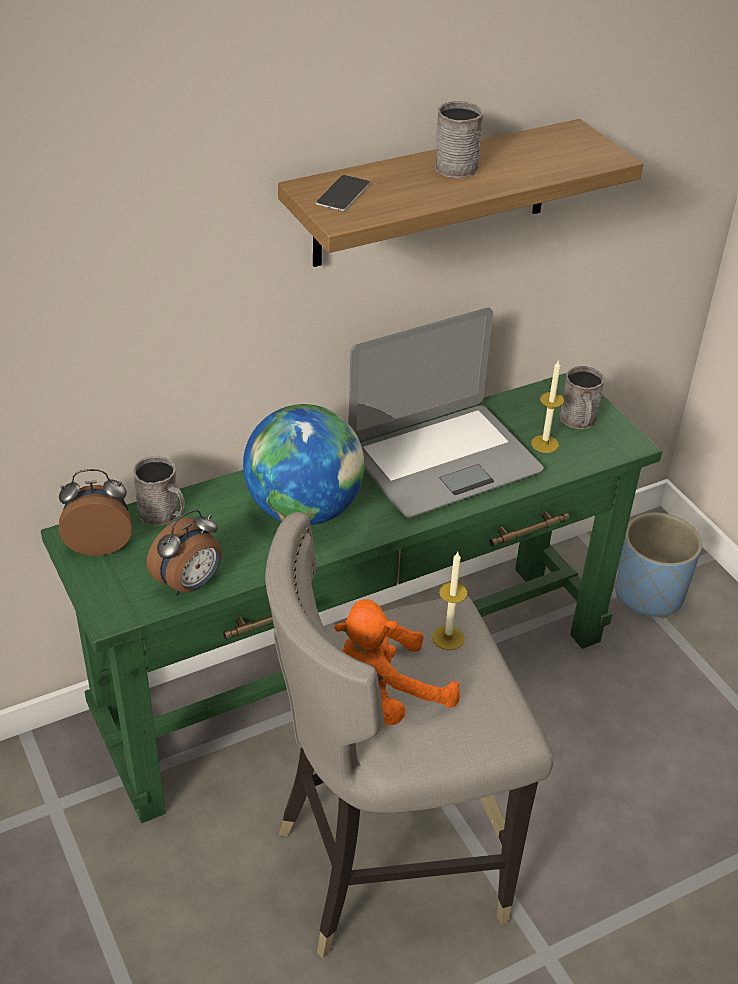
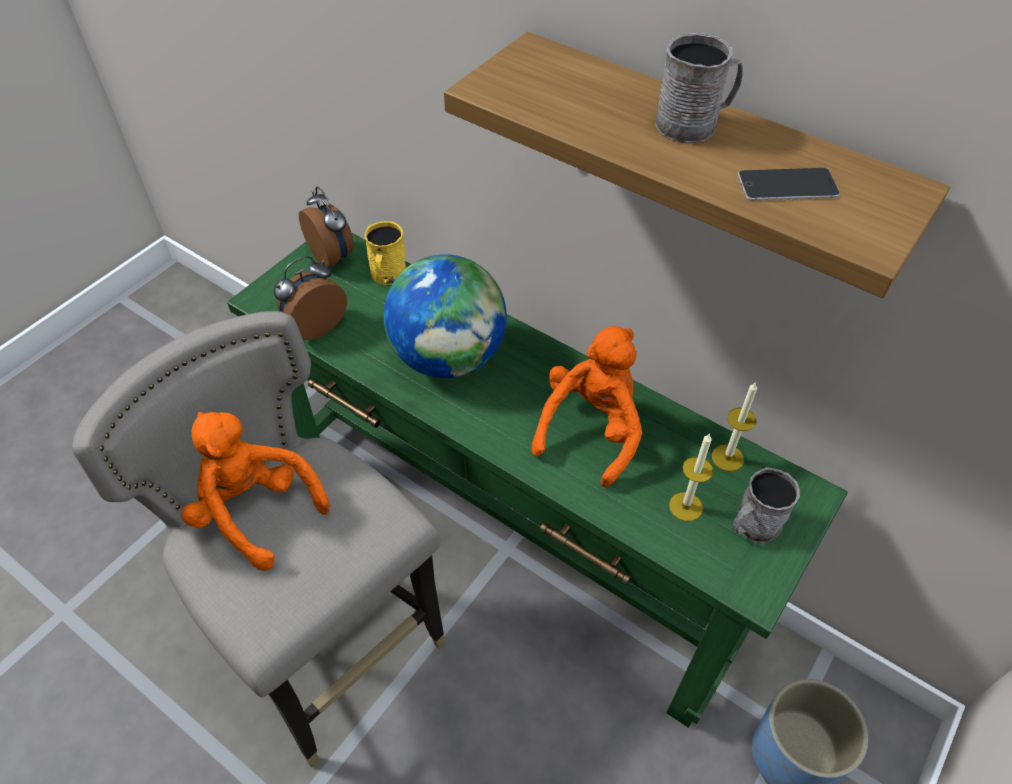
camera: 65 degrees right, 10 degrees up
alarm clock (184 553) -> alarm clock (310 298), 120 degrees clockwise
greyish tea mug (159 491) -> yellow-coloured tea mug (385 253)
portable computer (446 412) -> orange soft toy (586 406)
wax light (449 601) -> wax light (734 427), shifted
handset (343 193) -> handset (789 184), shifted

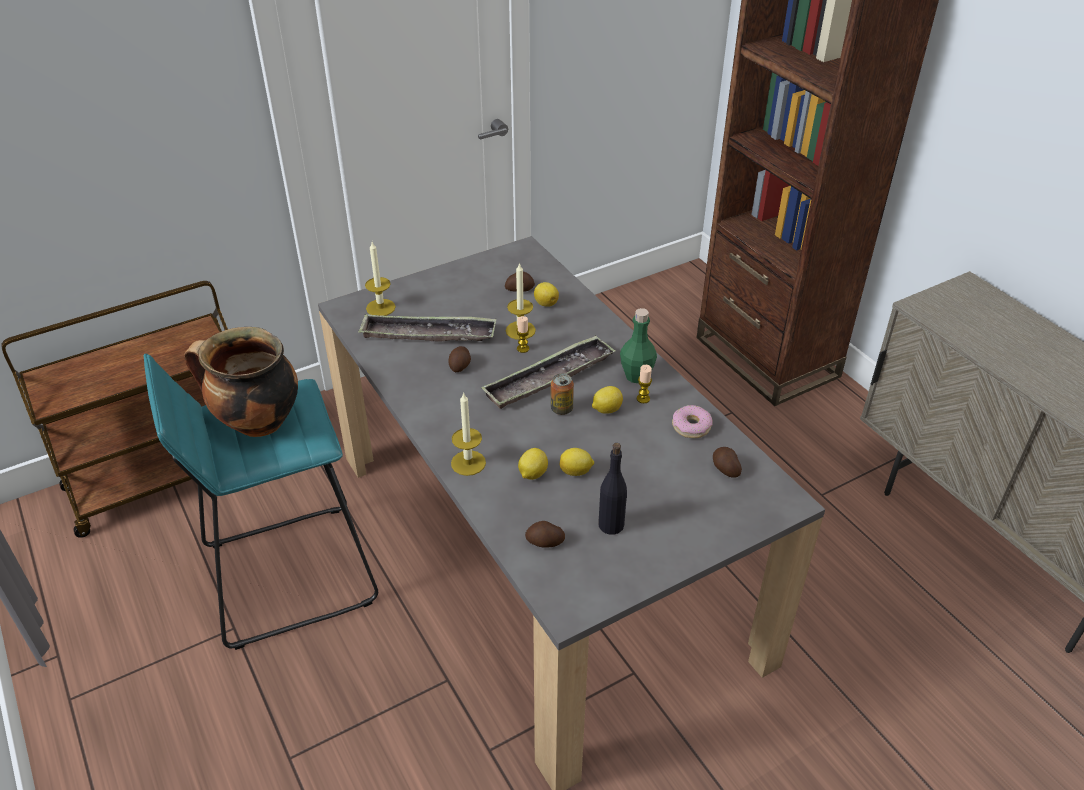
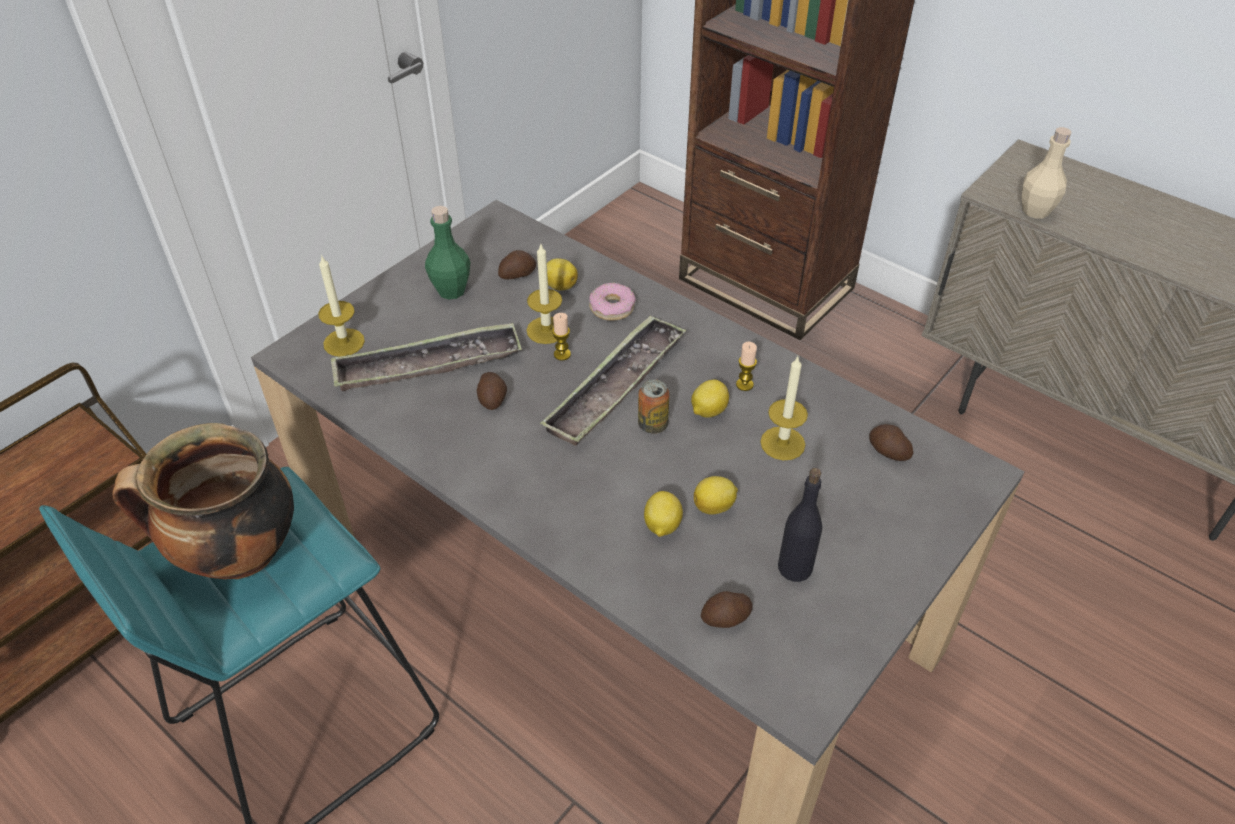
camera: 20 degrees left, 5 degrees up
greenish bottle (638 345) -> greenish bottle (447 253), shifted
doughnut (692 421) -> doughnut (612 302), shifted
wax light (468 434) -> wax light (784 408), shifted
none -> beige-coloured bottle (1047 173)

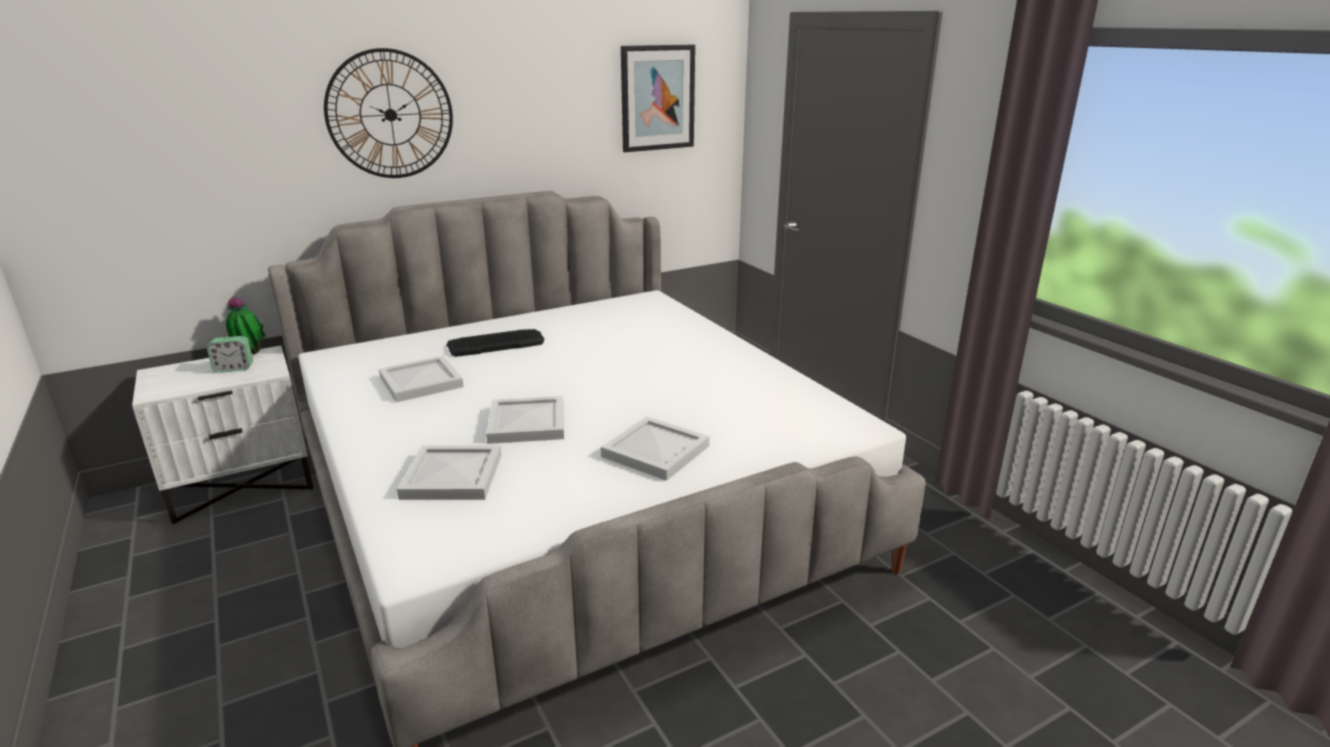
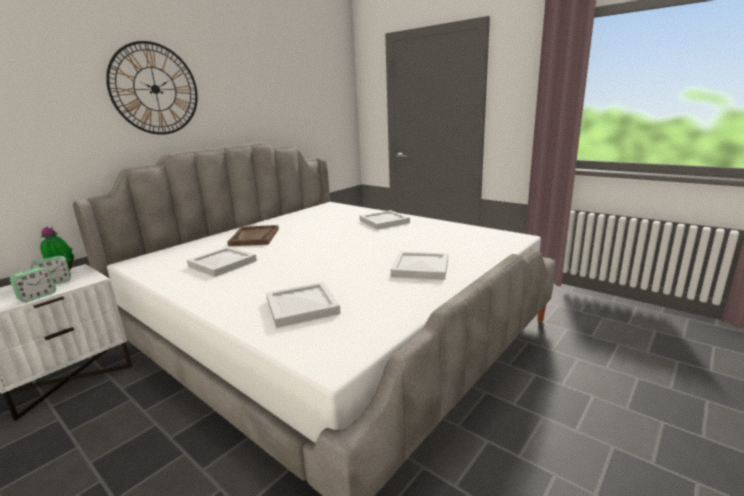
camera: 20 degrees left, 5 degrees down
none -> alarm clock (33 284)
keyboard (495 343) -> brownish carrying tray (253 235)
white-coloured carrying tray (525 420) -> white-coloured carrying tray (384 219), shifted
wall art (658 98) -> none

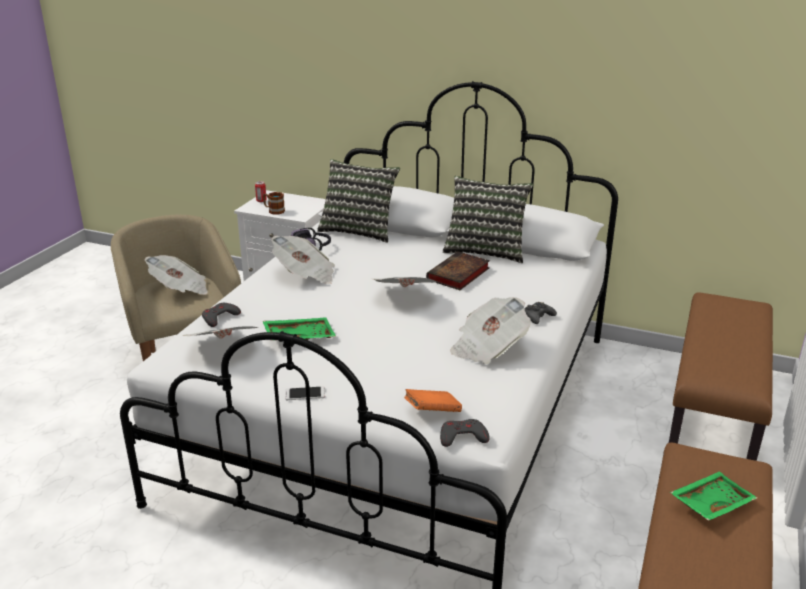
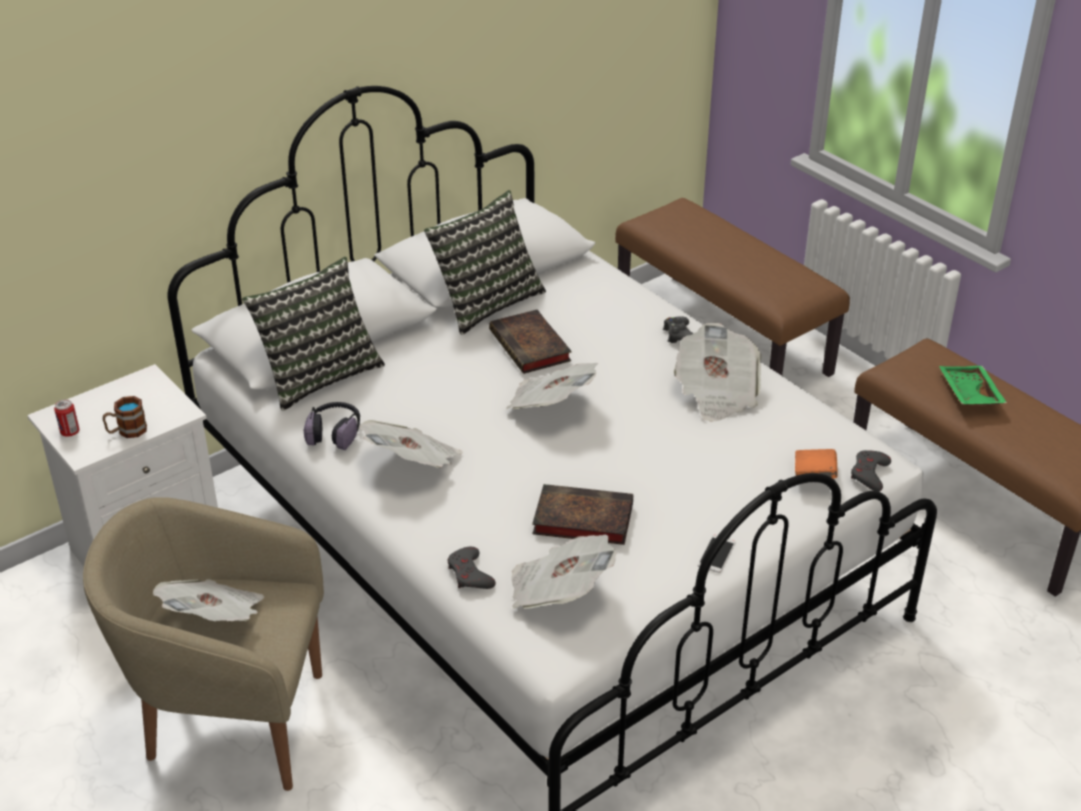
camera: 60 degrees left, 10 degrees up
greenish carrying tray (299 328) -> volume (582 514)

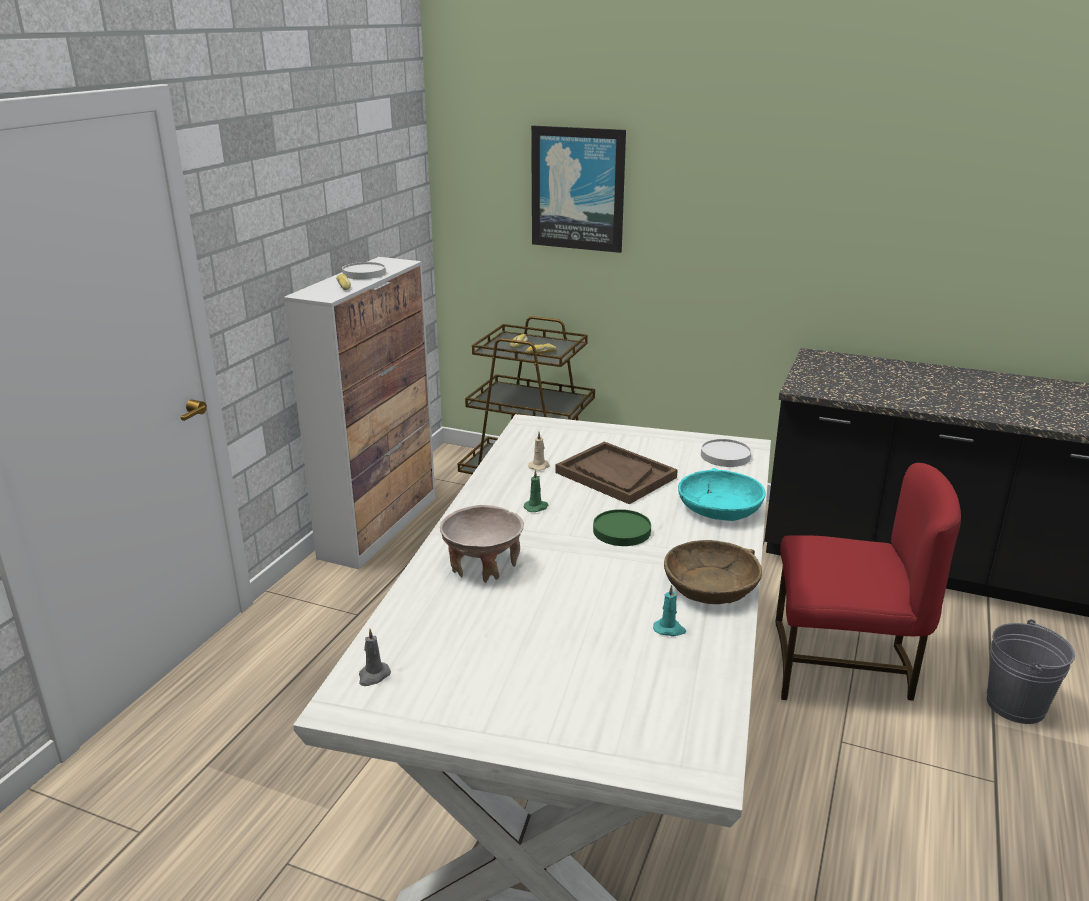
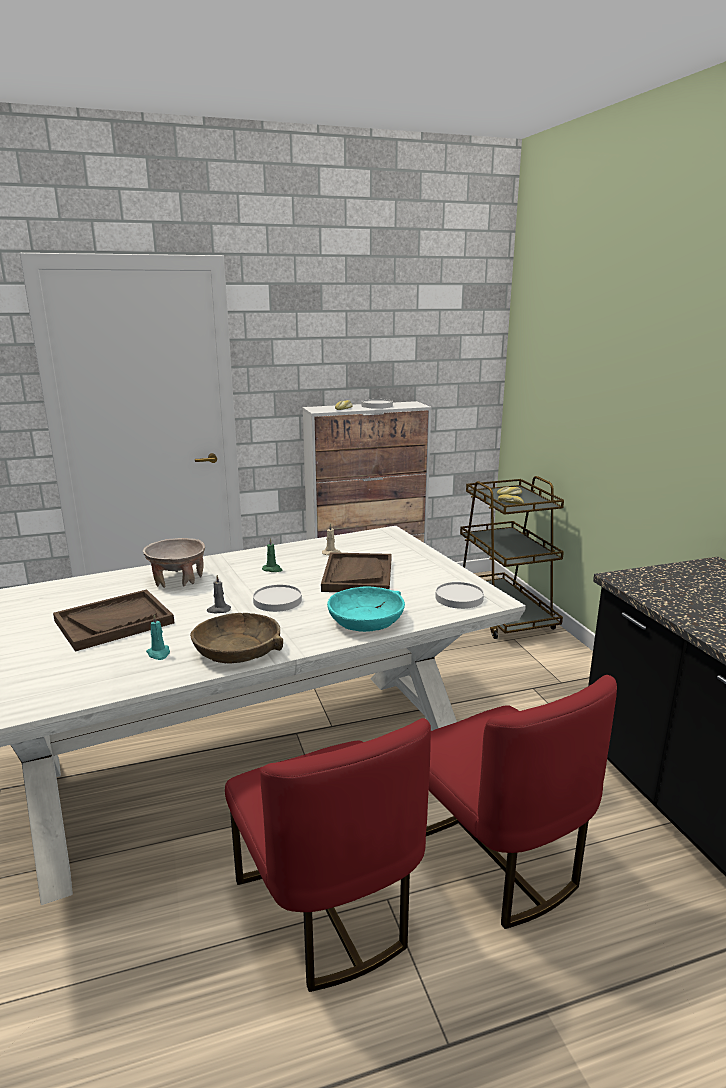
camera: 50 degrees right, 5 degrees down
none -> brownish carrying tray (113 620)
greyish wax light (375 657) -> greyish wax light (219 594), shifted
none -> red upright chair (328 855)
greenish flat dish (622 527) -> white-coloured flat dish (277 598)
wall art (578 189) -> none
greyish pail (1031 671) -> none

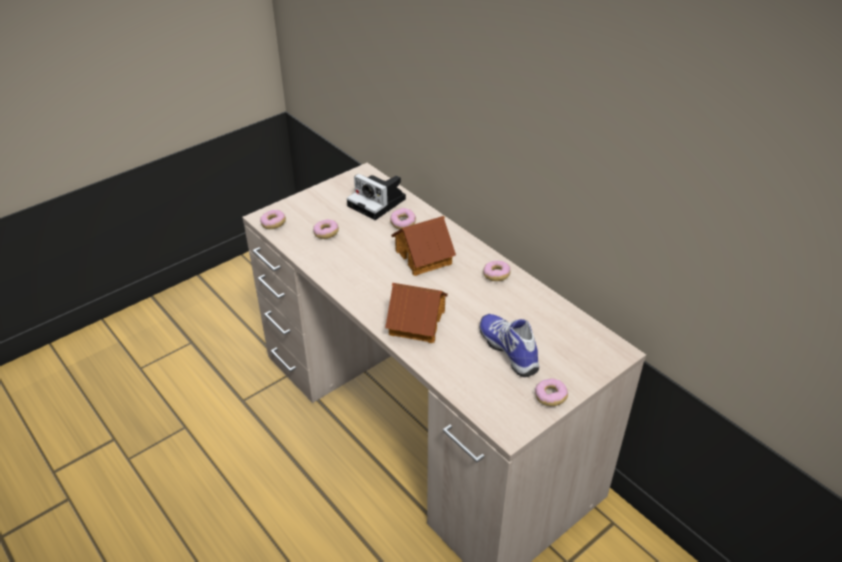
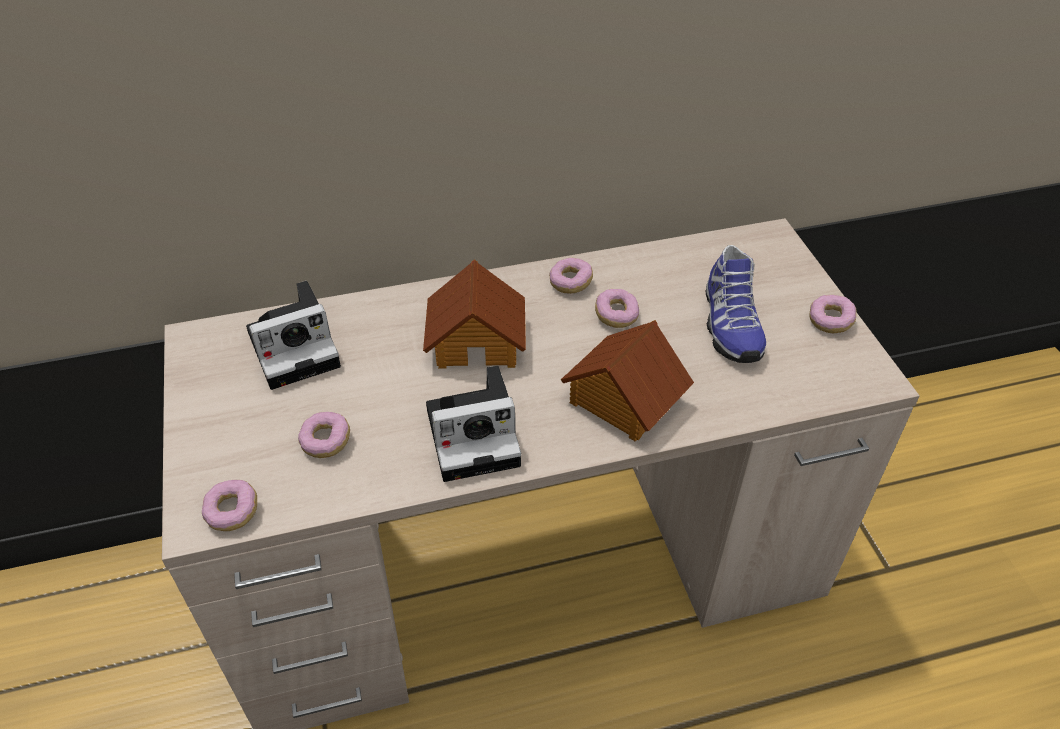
camera: 65 degrees left, 5 degrees up
none -> still camera (473 424)
doughnut (403 218) -> doughnut (617 308), shifted
low shoe (509 345) -> low shoe (736 304), 90 degrees counterclockwise

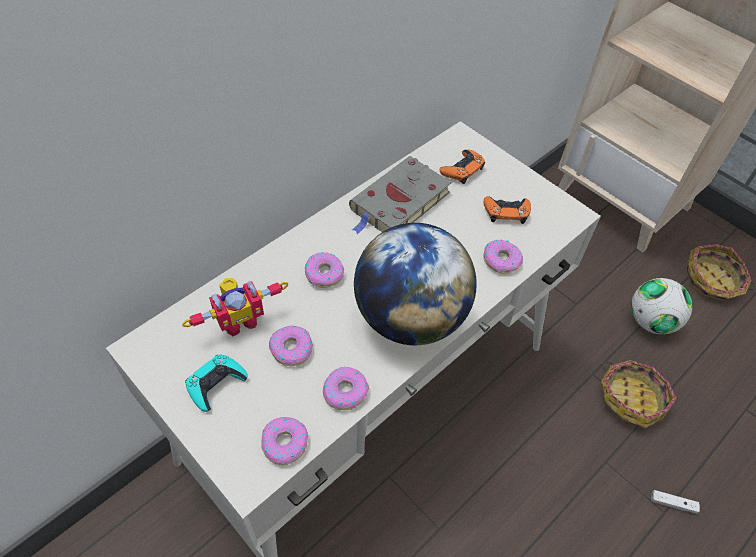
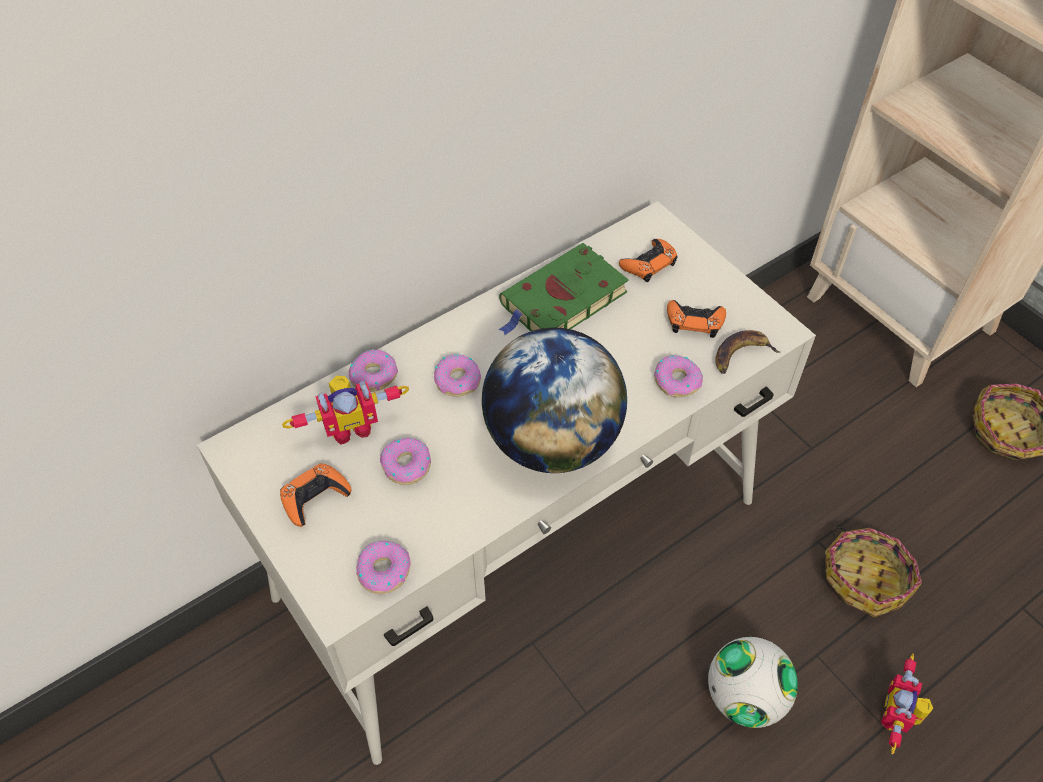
camera: 10 degrees right, 0 degrees up
turquoise-coloured game controller (216 383) -> orange game controller (315 495)
doughnut (346 388) -> doughnut (373 371), shifted
greyish volume (400 195) -> greenish volume (564 289)
ball for football (662 306) -> ball for football (753 682), shifted
none -> whole banana (747 352)
white-coloured game controller (675 502) -> toy robot (907 703)

